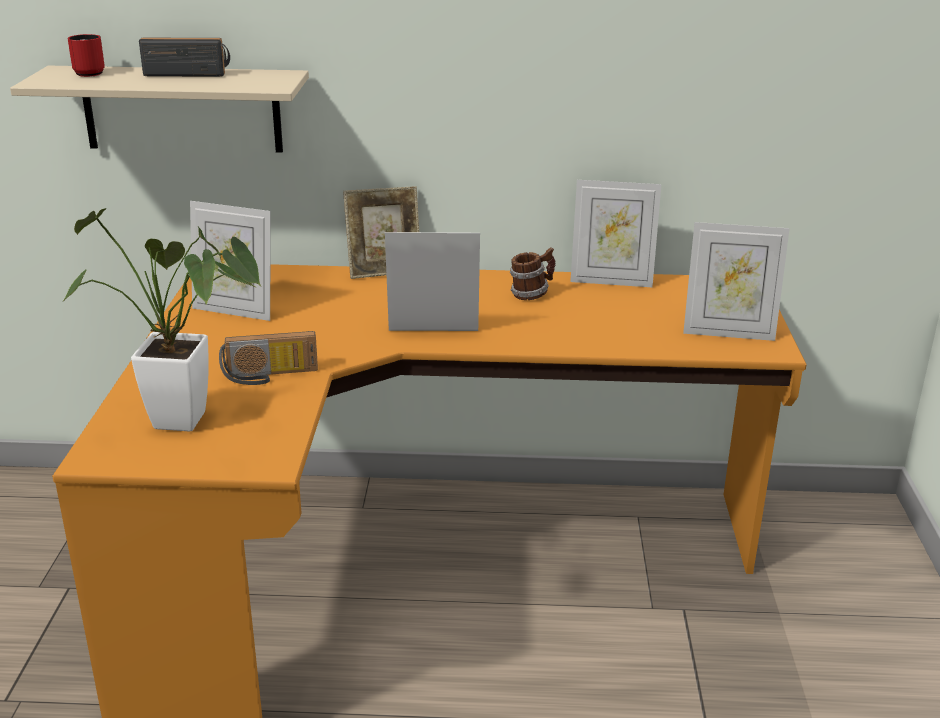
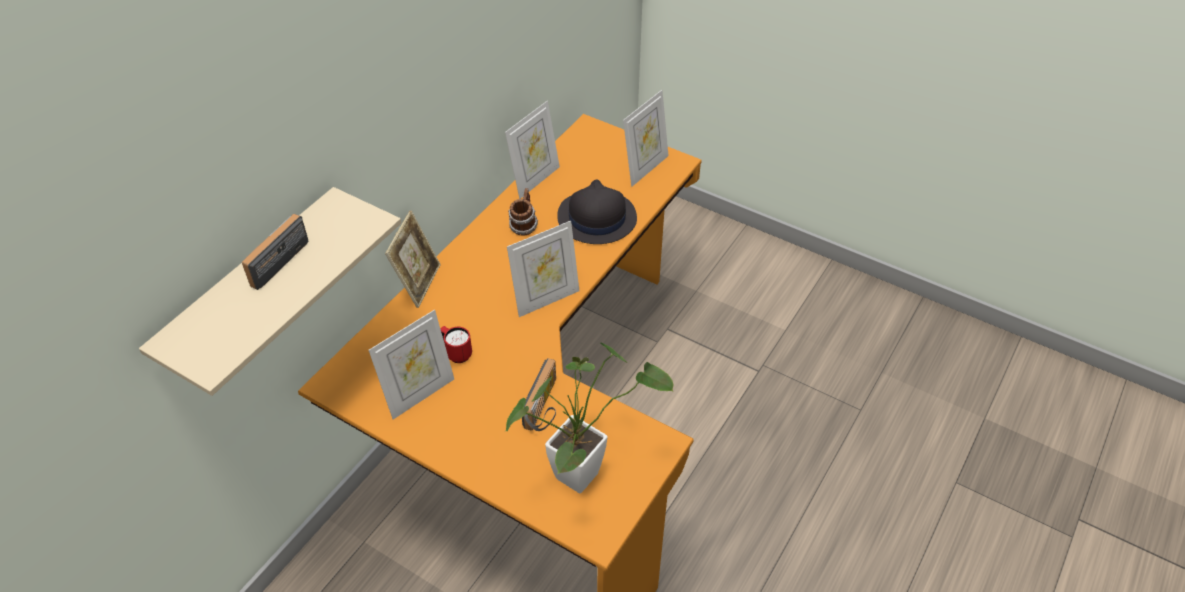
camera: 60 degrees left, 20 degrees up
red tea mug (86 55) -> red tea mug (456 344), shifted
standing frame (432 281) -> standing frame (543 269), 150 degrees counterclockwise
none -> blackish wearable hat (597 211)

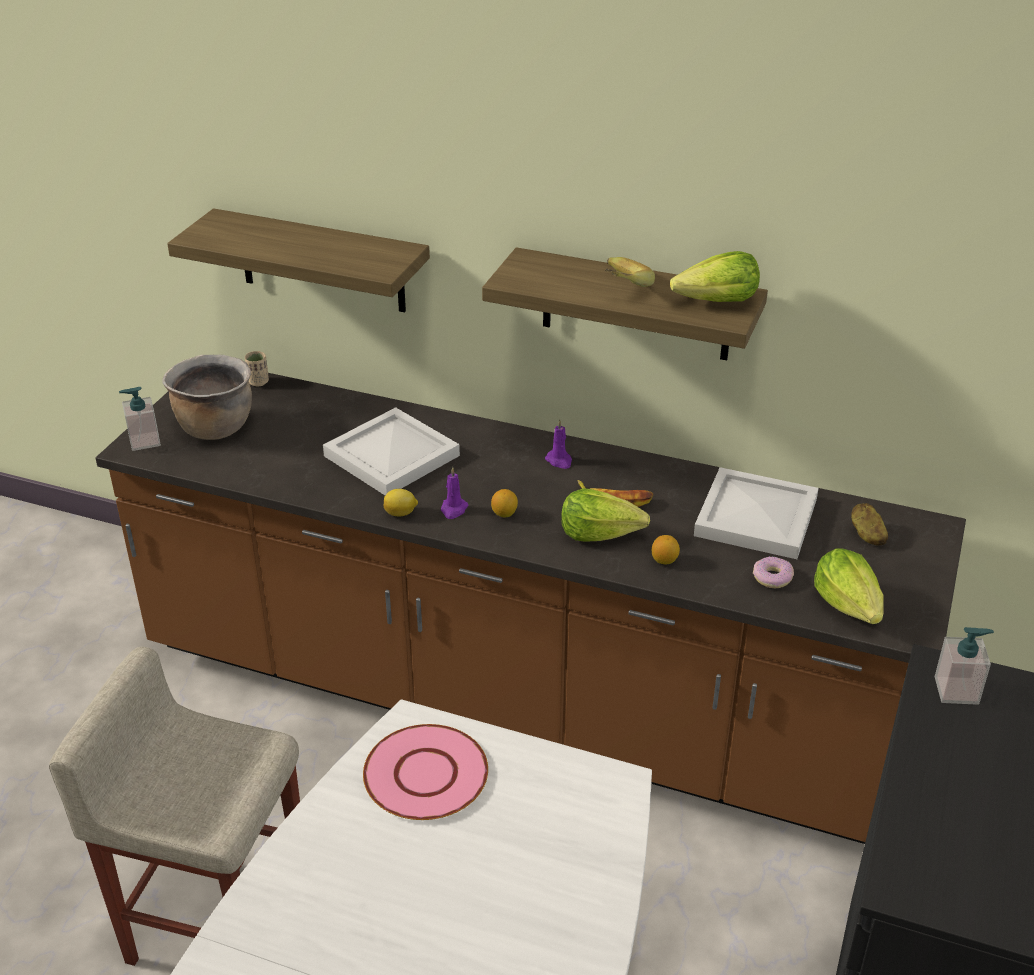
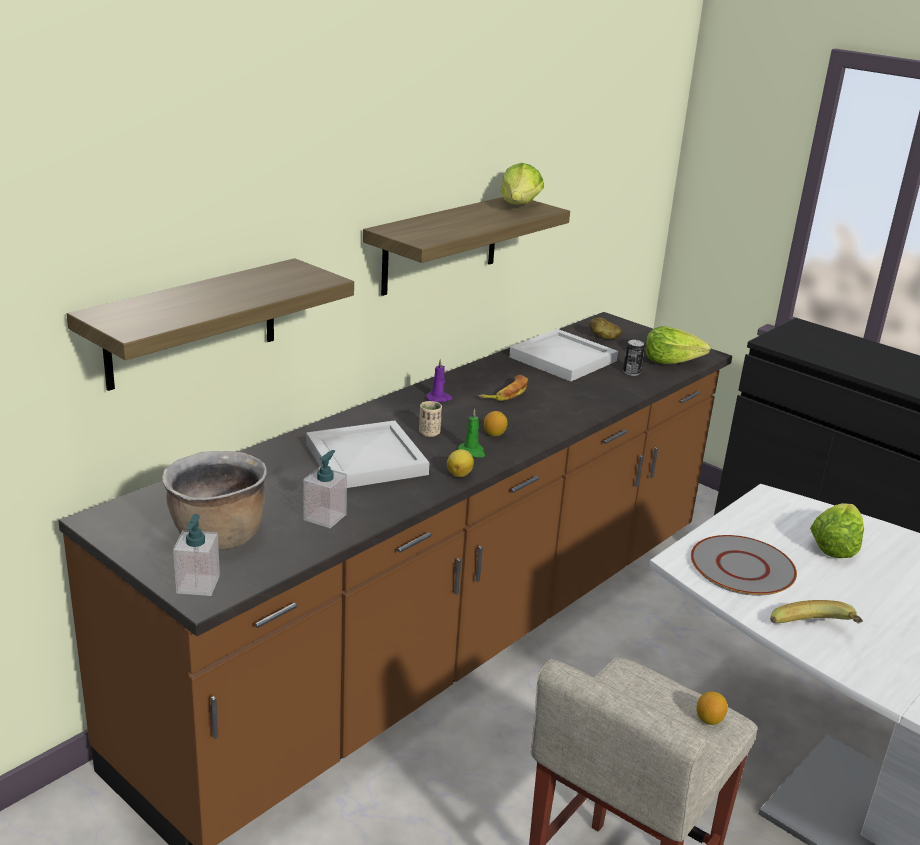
camera: 70 degrees left, 10 degrees down
liquid soap bottle (964 666) -> liquid soap bottle (325 489), shifted
beige-coloured small cup (257 368) -> beige-coloured small cup (430 419), shifted
purple-coloured wax light (454 493) -> greenish wax light (471 433)
doughnut (773 572) -> can (634 358)
pinkish flat dish (425 772) -> greyish flat dish (744 565)
citrus fruit (666 549) -> citrus fruit (712 708), shifted
whole banana (629 272) -> whole banana (816 612), shifted
lettuce head (605 515) -> lettuce head (837 530), shifted

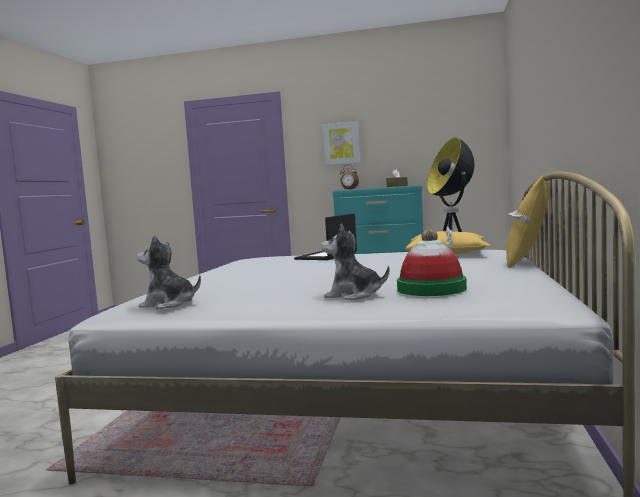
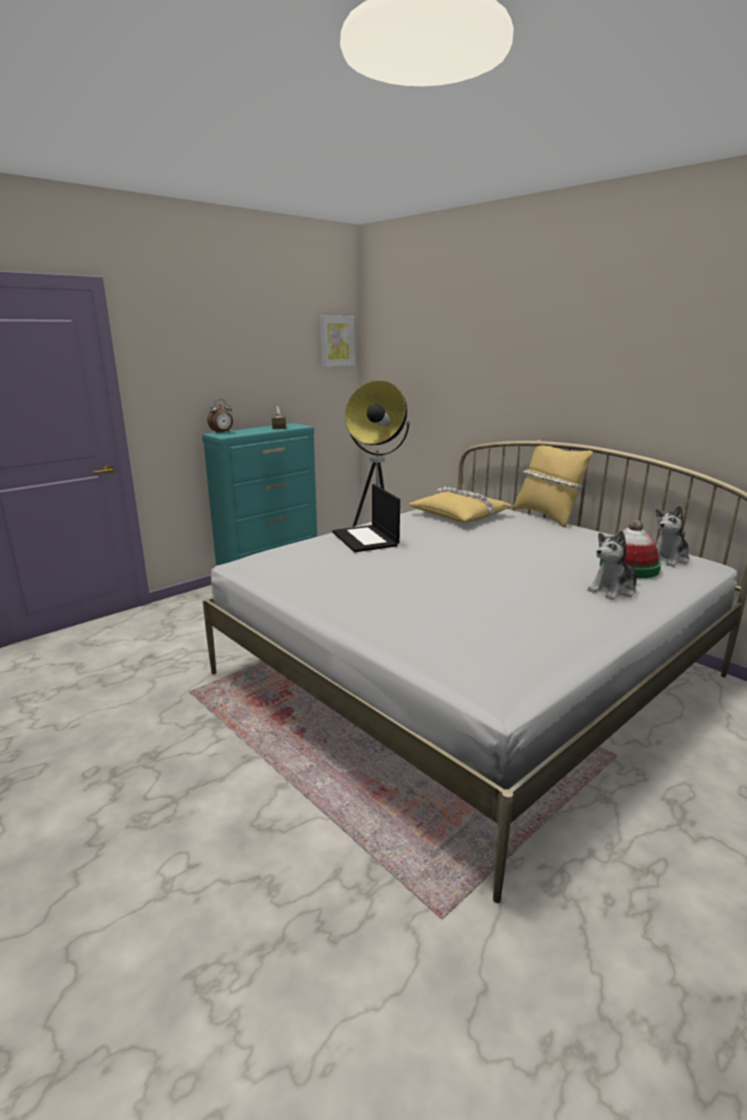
camera: 55 degrees left, 15 degrees up
wall art (341 143) -> wall art (337 341), shifted
soft toy (169 272) -> soft toy (672 536), shifted

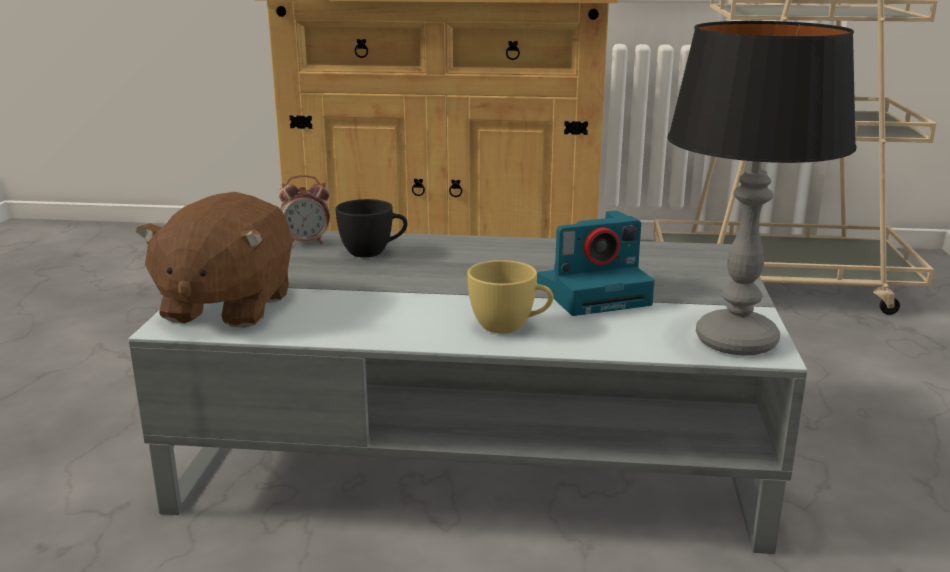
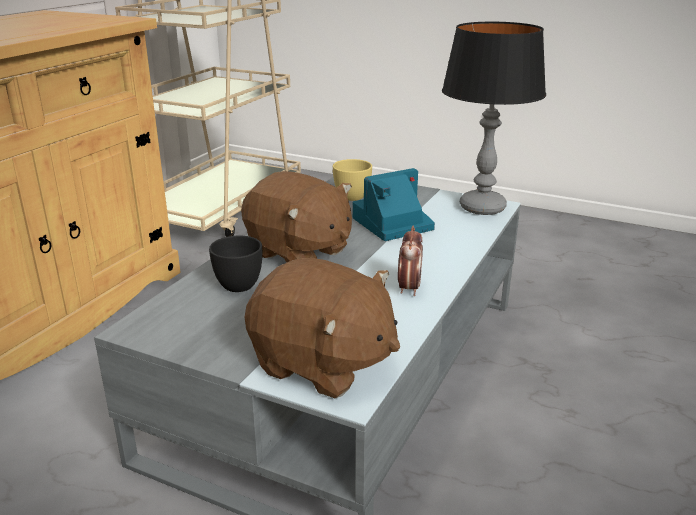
camera: 70 degrees left, 5 degrees up
none -> brownish soft toy (296 217)
yellow-coloured small cup (510 297) -> yellow-coloured small cup (352 180), shifted
still camera (596 263) -> still camera (394 204), 120 degrees counterclockwise
alarm clock (304 209) -> alarm clock (410 261), shifted

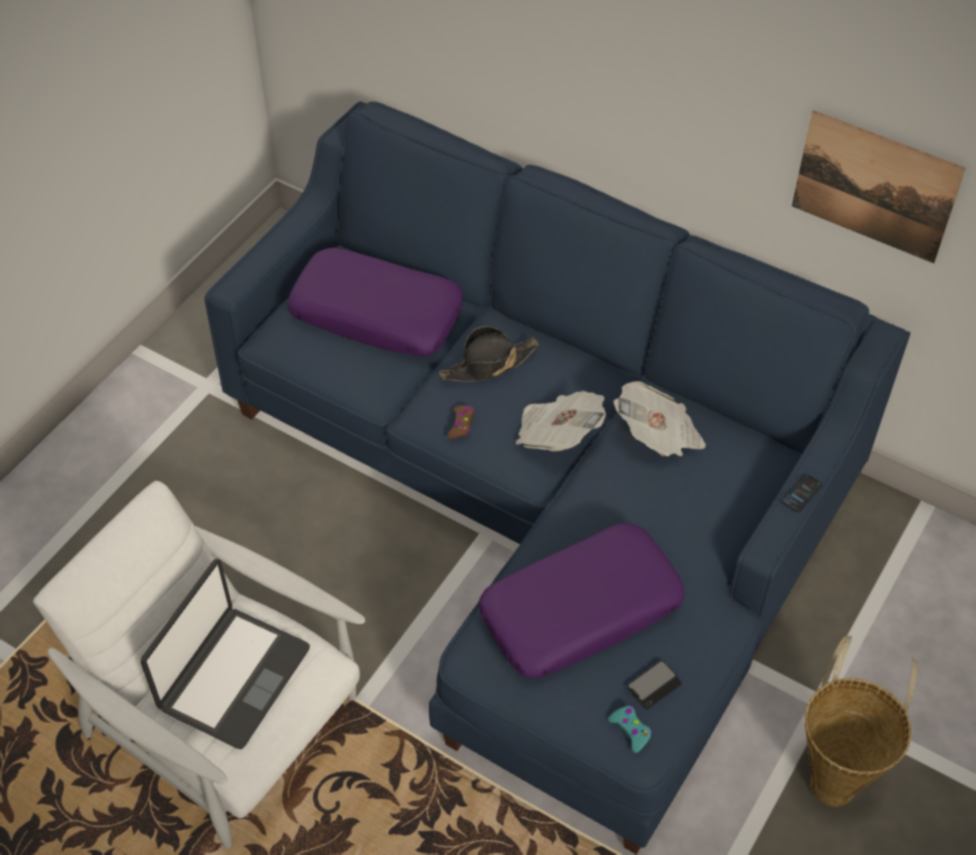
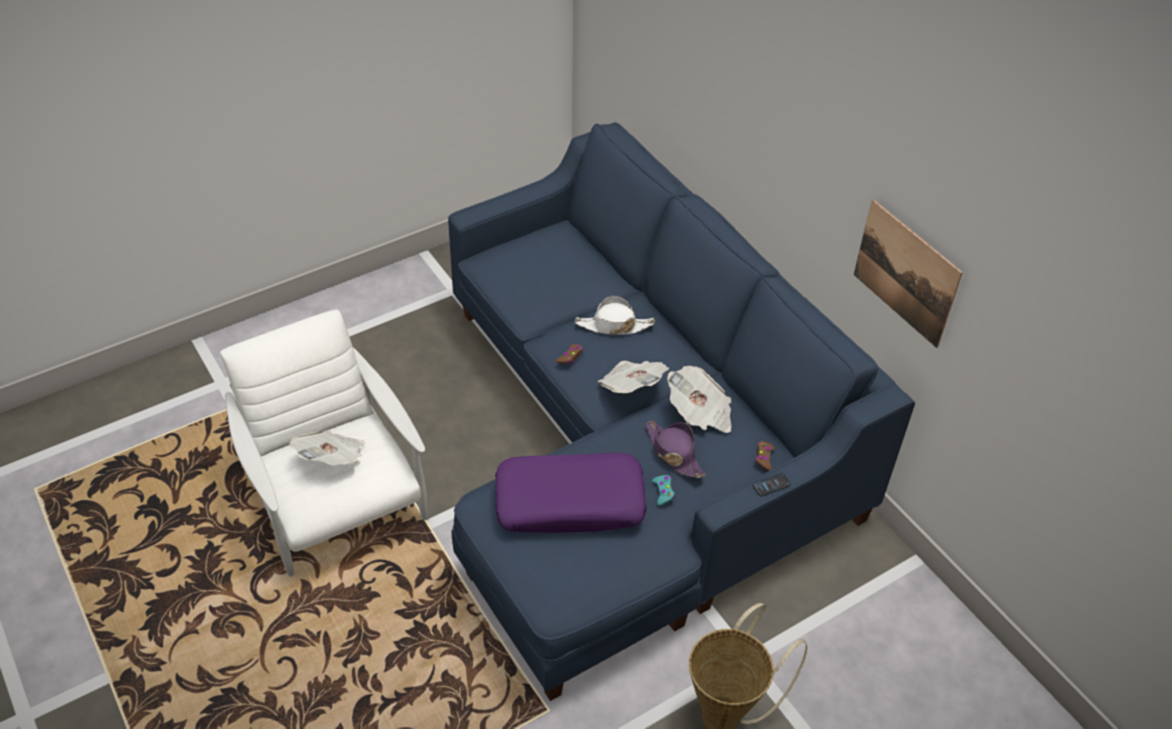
camera: 25 degrees right, 5 degrees down
portable computer (225 654) -> newspaper (327 448)
blackish wearable hat (489 354) -> white-coloured wearable hat (615 315)
none -> purple-coloured wearable hat (676 449)
turquoise-coloured game controller (630 729) -> turquoise-coloured game controller (663 490), shifted
none -> brownish game controller (765 456)
purple-coloured cushion (375 302) -> none
handset (654 685) -> none

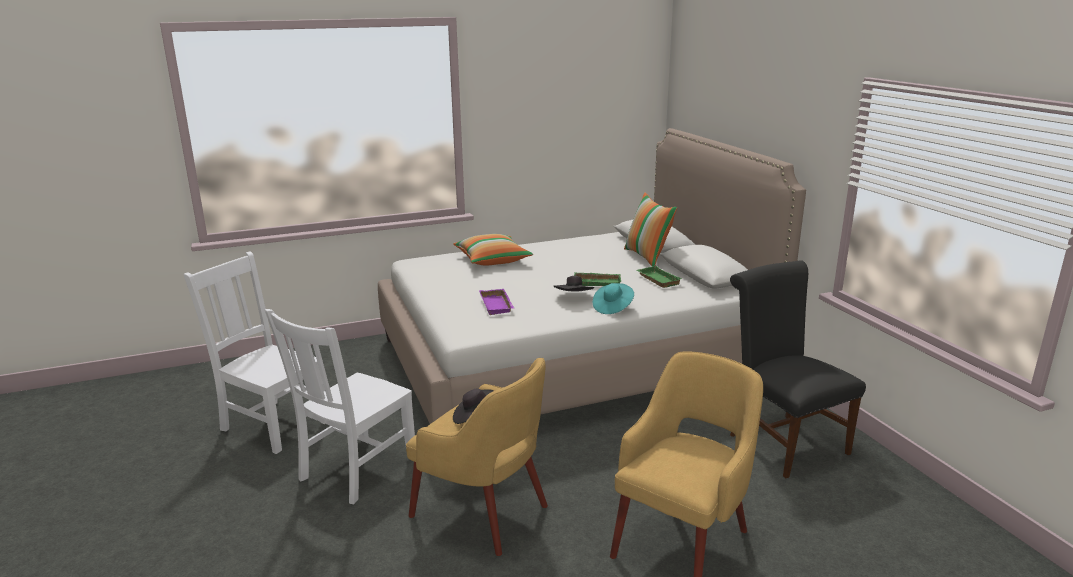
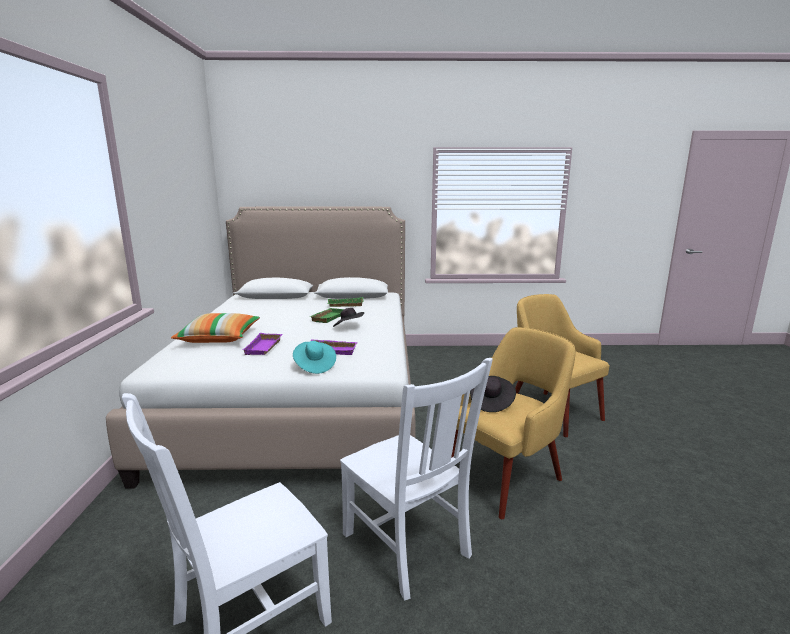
camera: 70 degrees left, 5 degrees down
none -> purple-coloured carrying tray (262 344)
turquoise-coloured wearable hat (613 298) -> turquoise-coloured wearable hat (314 357), shifted
cushion (650 229) -> none
blackish upright chair (798 369) -> none

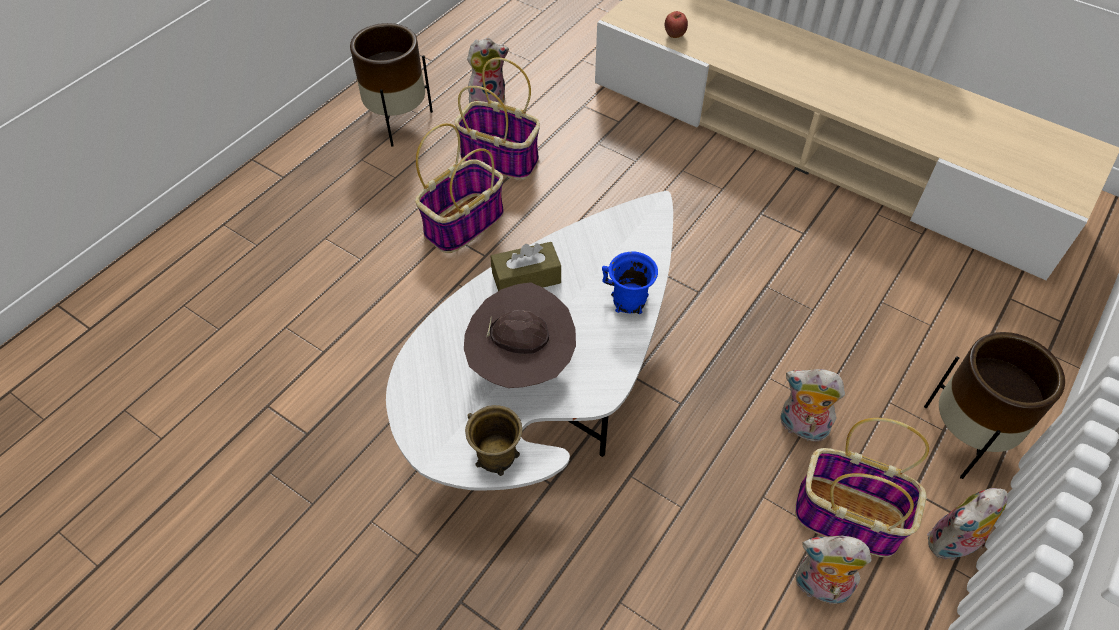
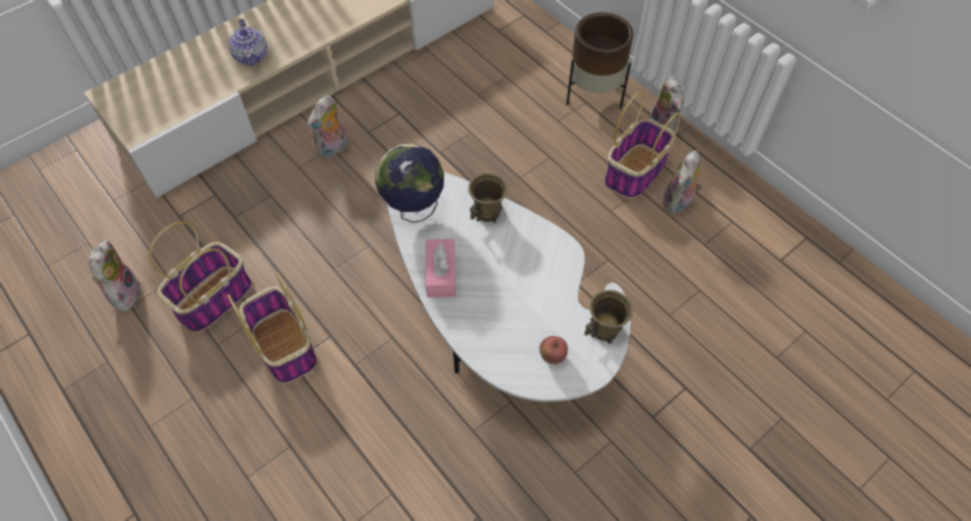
camera: 75 degrees left, 5 degrees up
none -> teapot (248 43)
soft toy (812 405) -> soft toy (327 126), shifted
none -> world globe (409 183)
brownish tissue box (526 266) -> pinkish tissue box (441 268)
blue tea mug (630 283) -> brownish tea mug (487 198)
apple (676 24) -> apple (553 350), shifted
brownish plant pot (391 84) -> none
brownish wearable hat (520 335) -> none

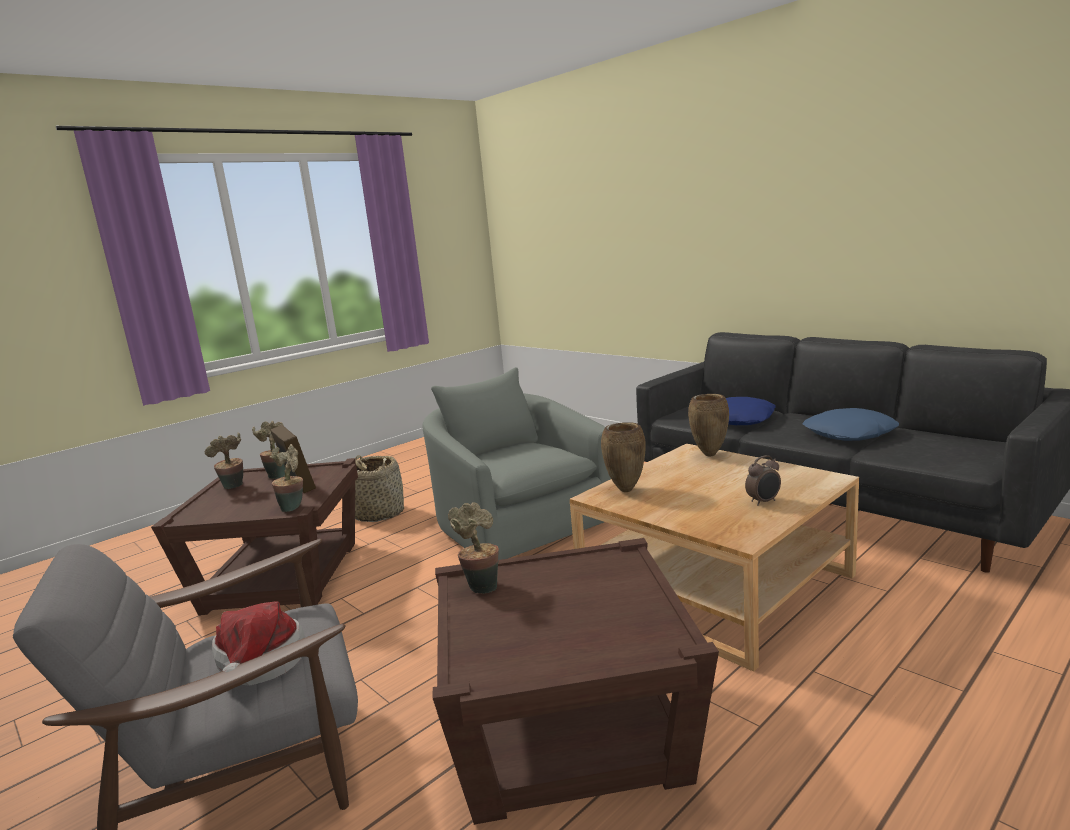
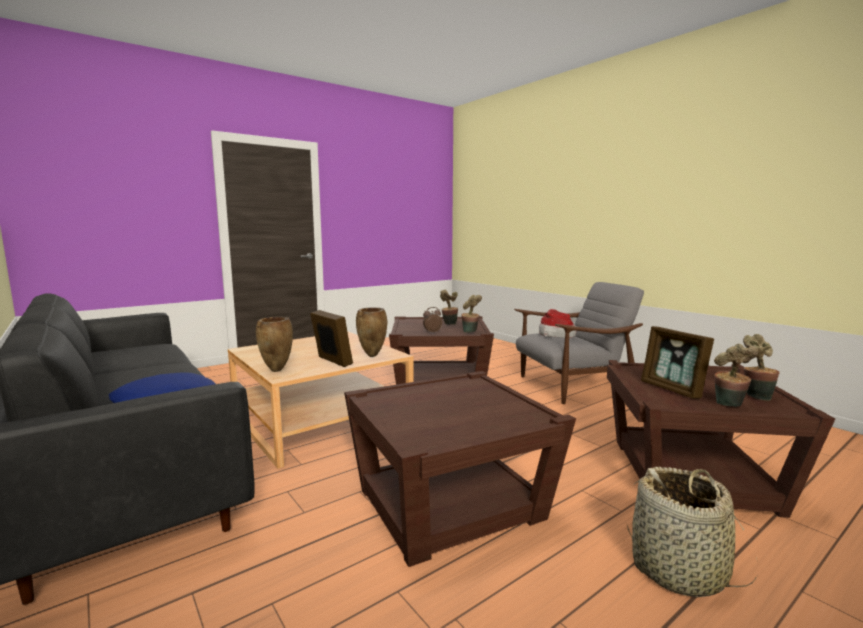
camera: 175 degrees left, 5 degrees down
none -> standing frame (331 338)
greyish armchair (516 463) -> brownish accent table (460 469)
alarm clock (763 480) -> alarm clock (432 320), shifted
plant in a pot (286 478) -> plant in a pot (449 307), shifted
blue cushion (851 424) -> none

